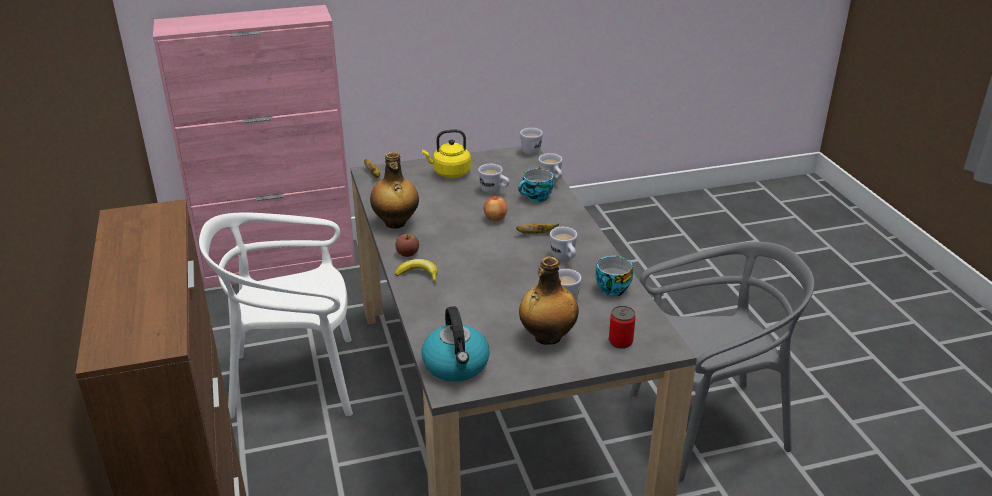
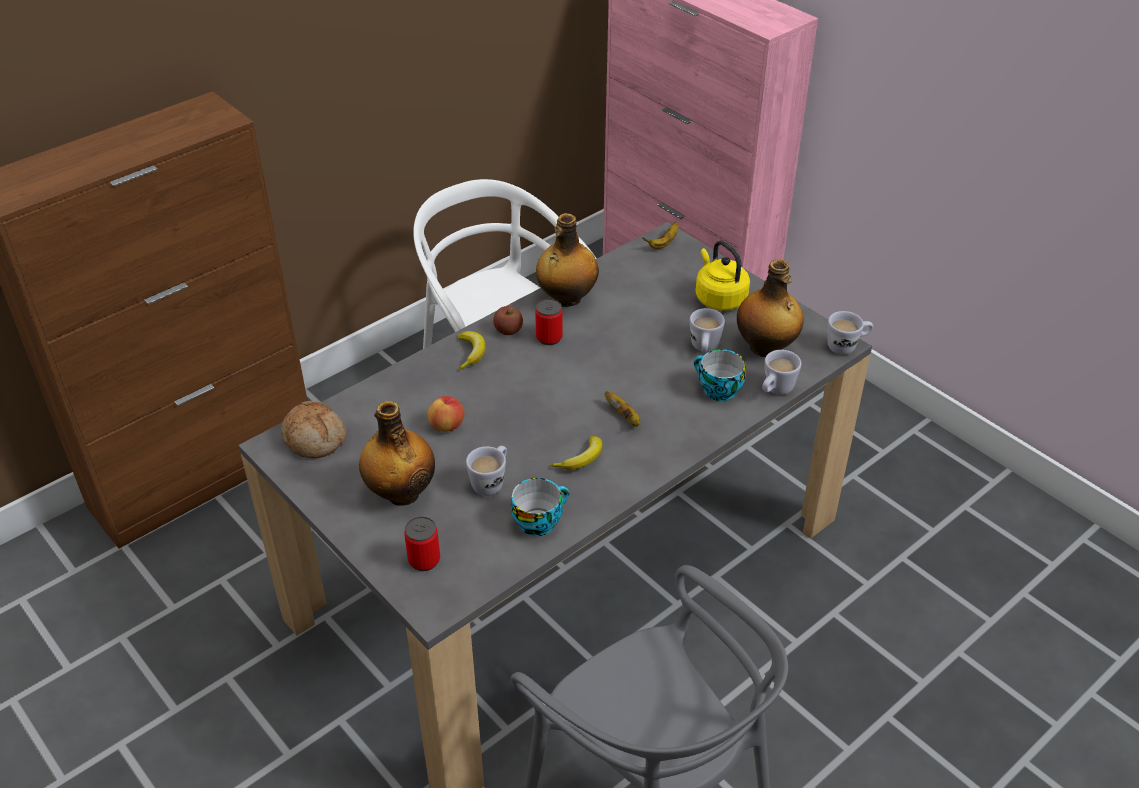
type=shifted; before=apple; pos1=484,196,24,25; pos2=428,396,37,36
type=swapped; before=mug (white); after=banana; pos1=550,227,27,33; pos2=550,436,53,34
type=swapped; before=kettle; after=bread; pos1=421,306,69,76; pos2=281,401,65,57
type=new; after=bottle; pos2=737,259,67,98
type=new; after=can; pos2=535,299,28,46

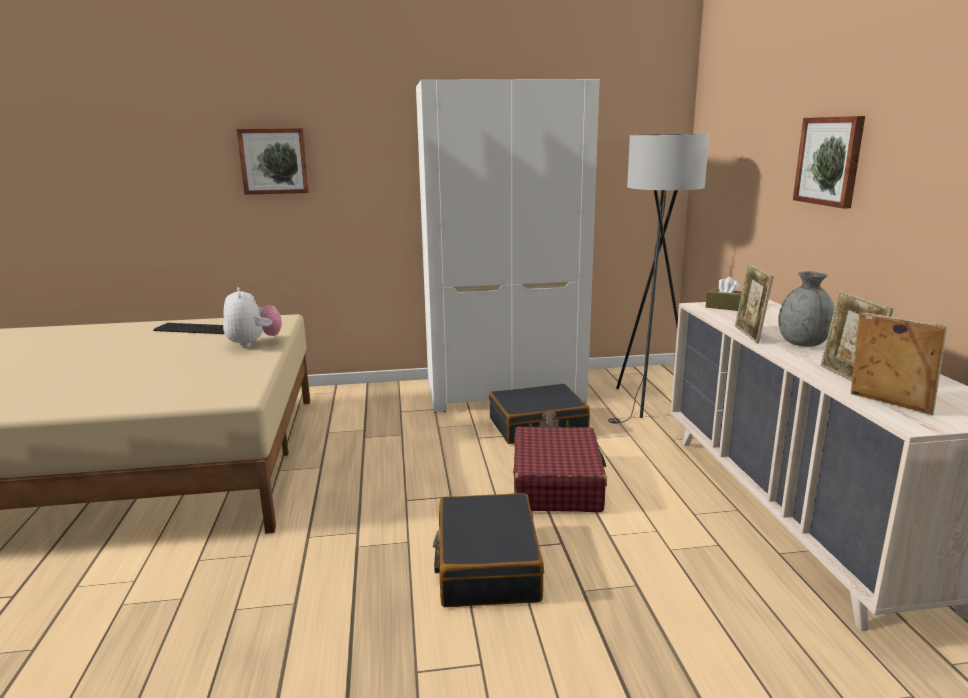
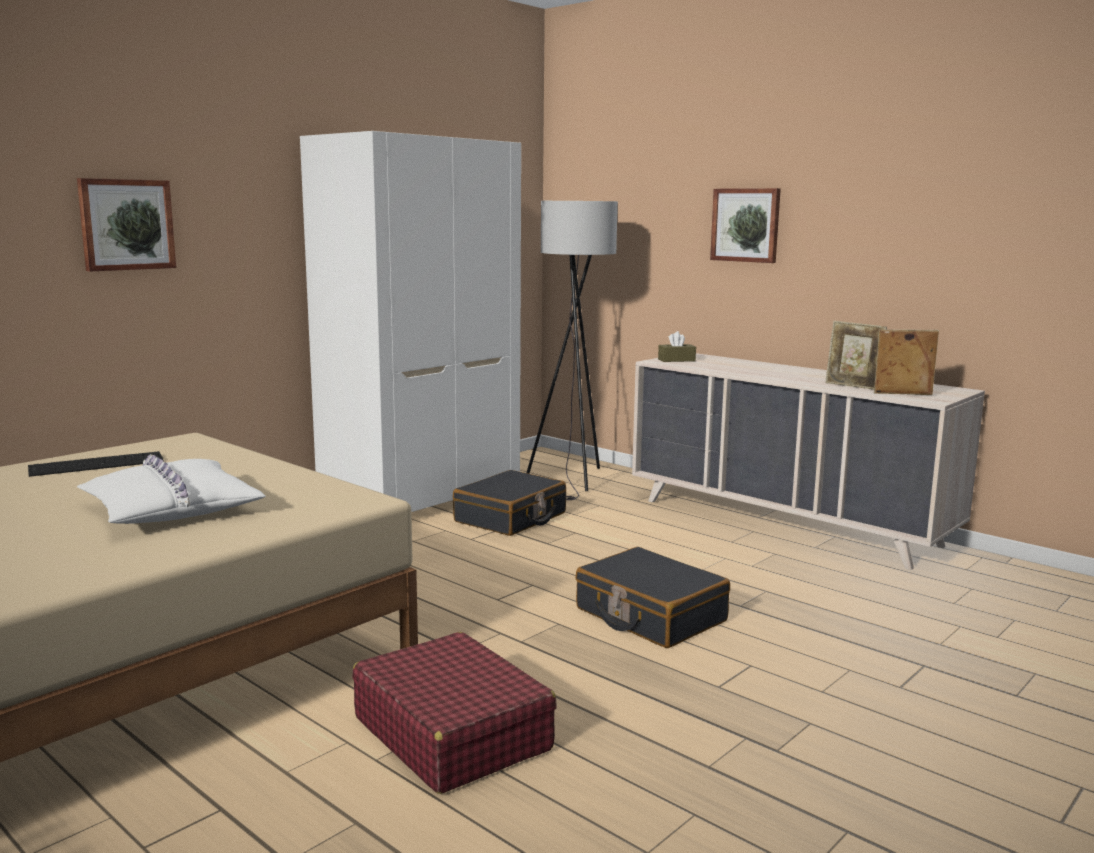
type=gone; before=picture frame; pos1=735,263,39,80
type=gone; before=vase (grey); pos1=778,271,57,76
type=gone; before=plush toy; pos1=223,287,59,61
type=shifted; before=suitcase (red); pos1=513,426,94,86; pos2=352,632,205,162
type=new; after=pillow (white); pos2=77,454,189,70

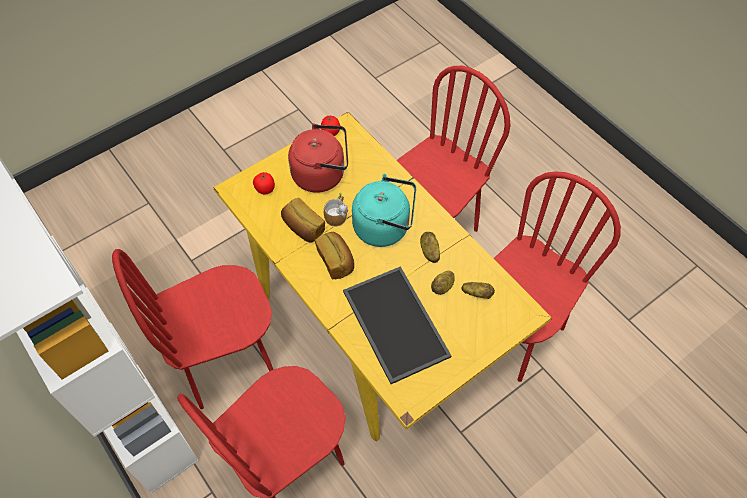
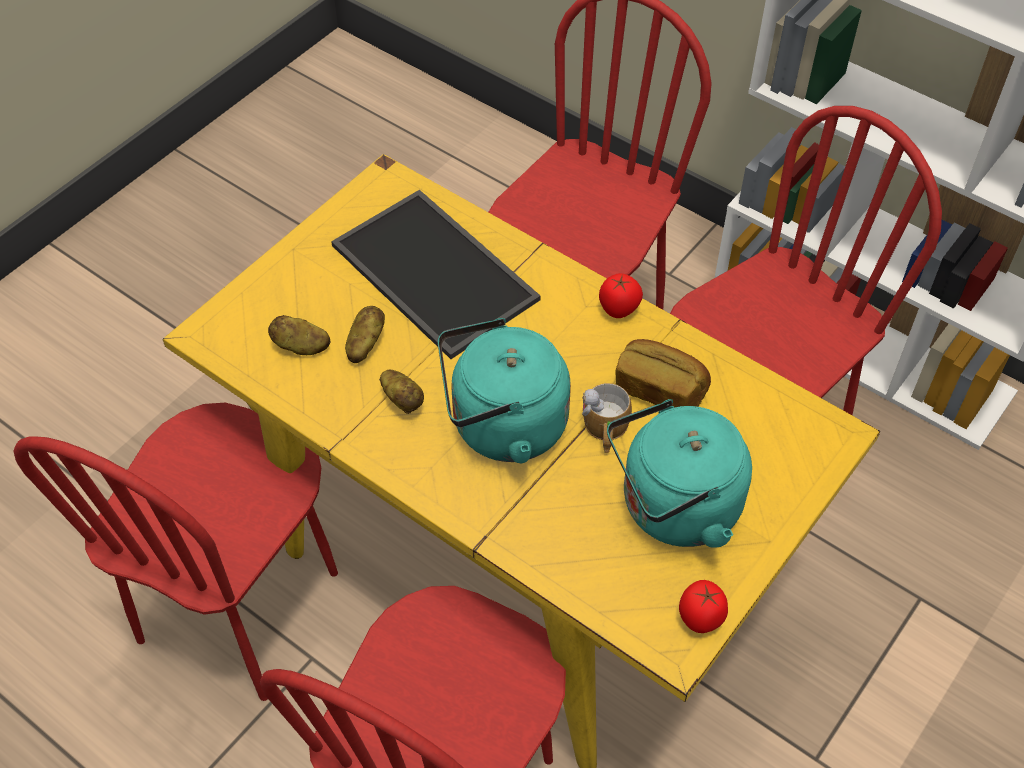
type=repainted; before=kettle (red); after=kettle (turquoise); pos1=288,123,60,70; pos2=607,399,145,149
type=shifted; before=tomato; pos1=253,172,22,23; pos2=599,273,44,45
type=gone; before=bread; pos1=315,232,39,47

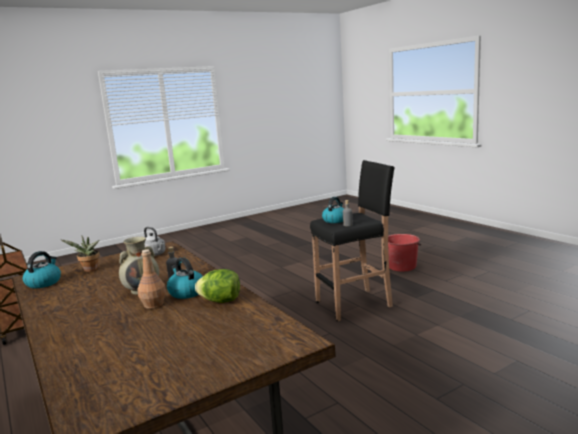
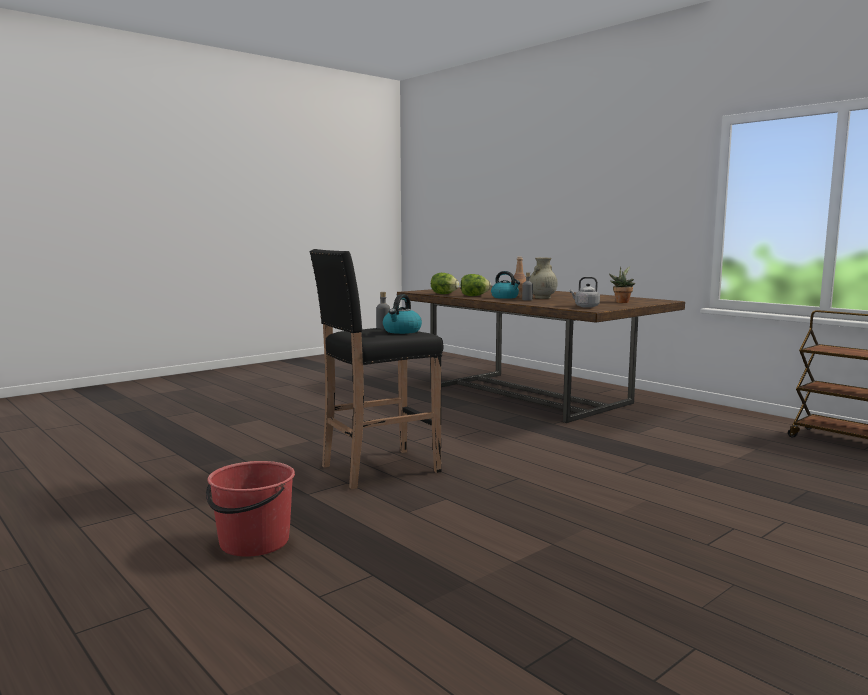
type=gone; before=kettle; pos1=23,251,38,37
type=new; after=lettuce; pos2=431,273,28,21

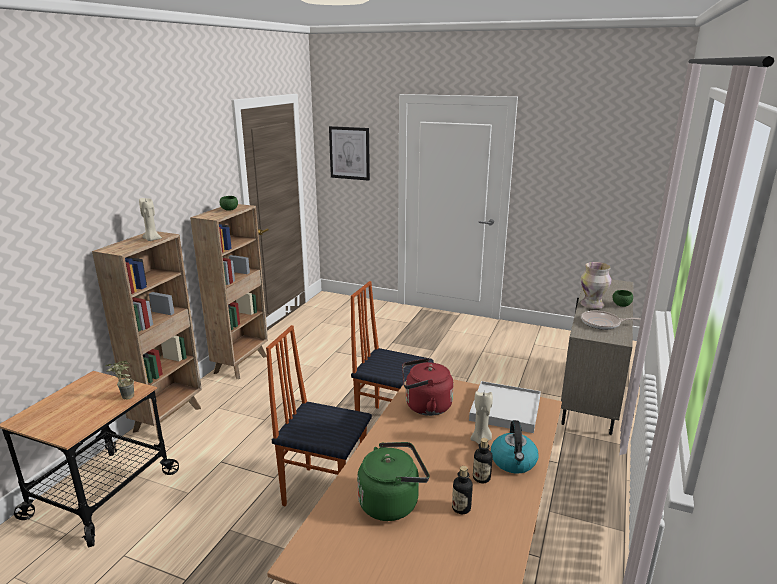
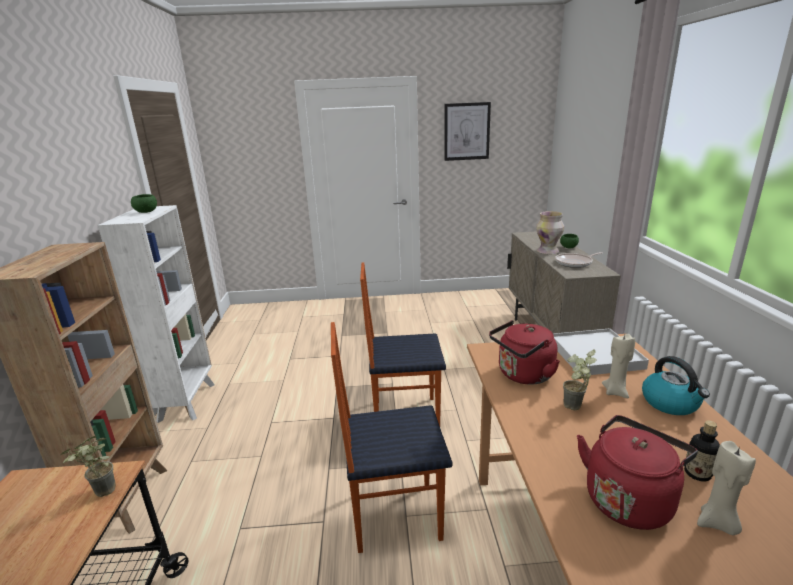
type=shifted; before=picture; pos1=329,126,41,55; pos2=444,102,47,59
type=shifted; before=candle (beige); pos1=139,198,23,43; pos2=697,441,59,94
type=repainted; before=bookcase (brown); after=bookcase (white); pos1=190,204,78,175; pos2=98,205,117,218
type=gone; before=bottle; pos1=473,438,20,45
type=repainted; before=kettle (green); after=kettle (red); pos1=357,442,72,79; pos2=577,415,121,115
type=new; after=potted plant; pos2=563,349,34,61

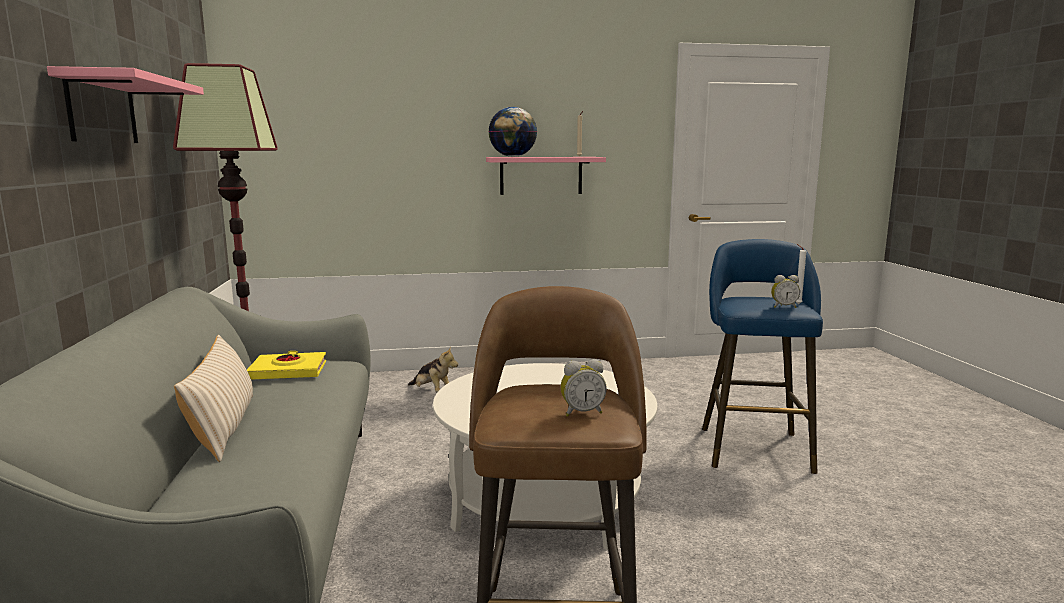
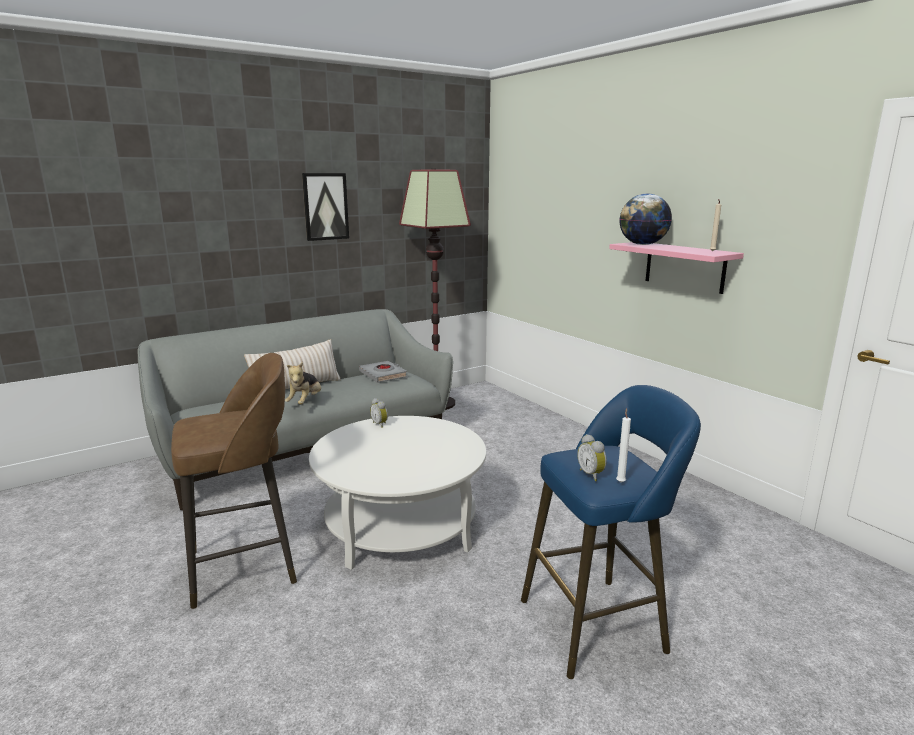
type=swapped; before=shelf (pink); after=picture; pos1=47,66,157,77; pos2=302,173,47,68
type=shifted; before=plush toy; pos1=408,346,50,46; pos2=285,362,36,43
type=repainted; before=book (yellow); after=book (grey); pos1=247,351,79,29; pos2=359,361,48,22
type=shifted; before=alarm clock; pos1=561,359,46,58; pos2=370,398,18,30

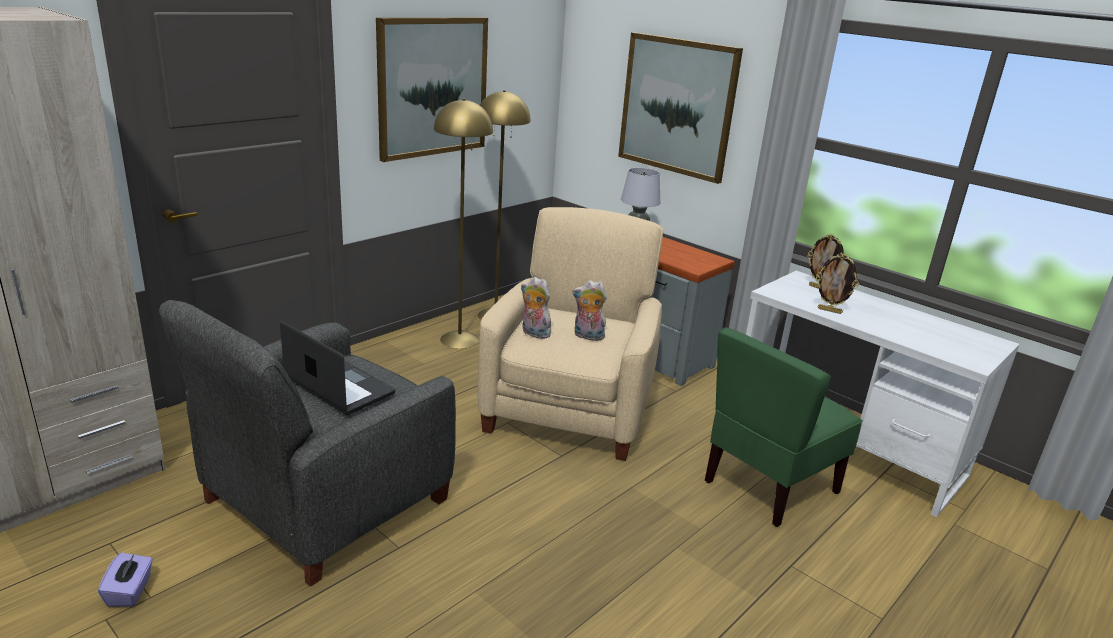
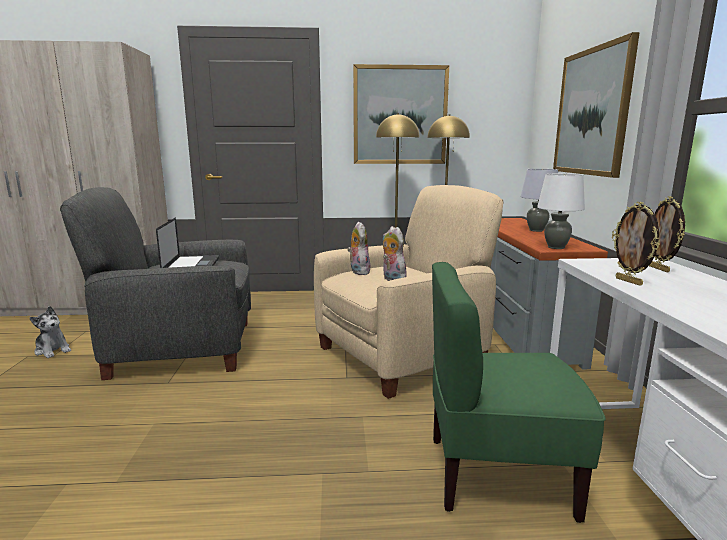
type=swapped; before=tissue box (purple); after=plush toy; pos1=98,553,55,54; pos2=30,306,41,52
type=new; after=table lamp (white); pos2=537,173,48,76

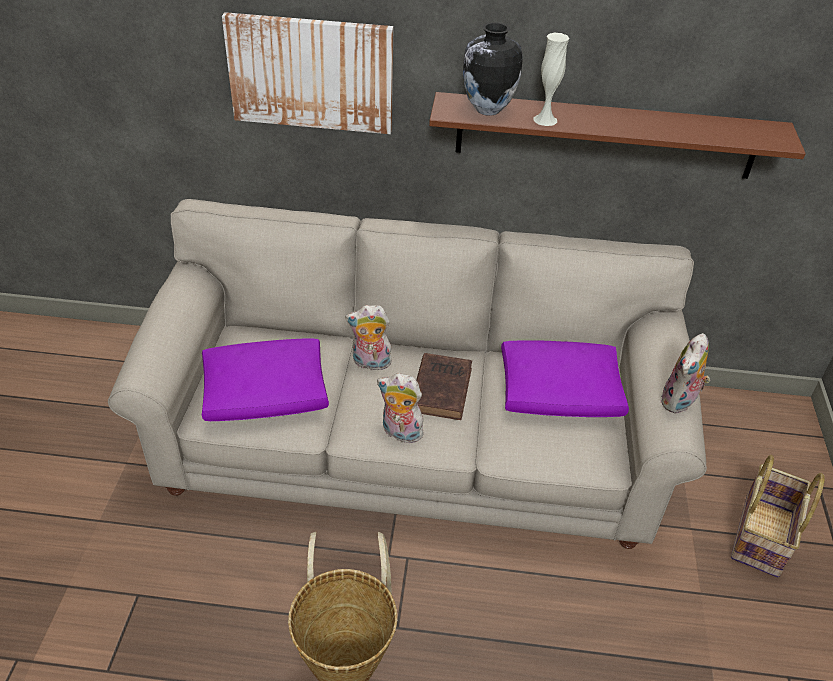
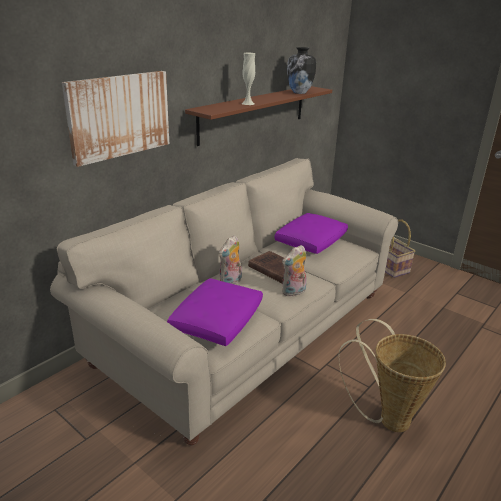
type=shifted; before=vase; pos1=463,22,60,94; pos2=287,47,29,47
type=gone; before=plush toy; pos1=660,333,50,81

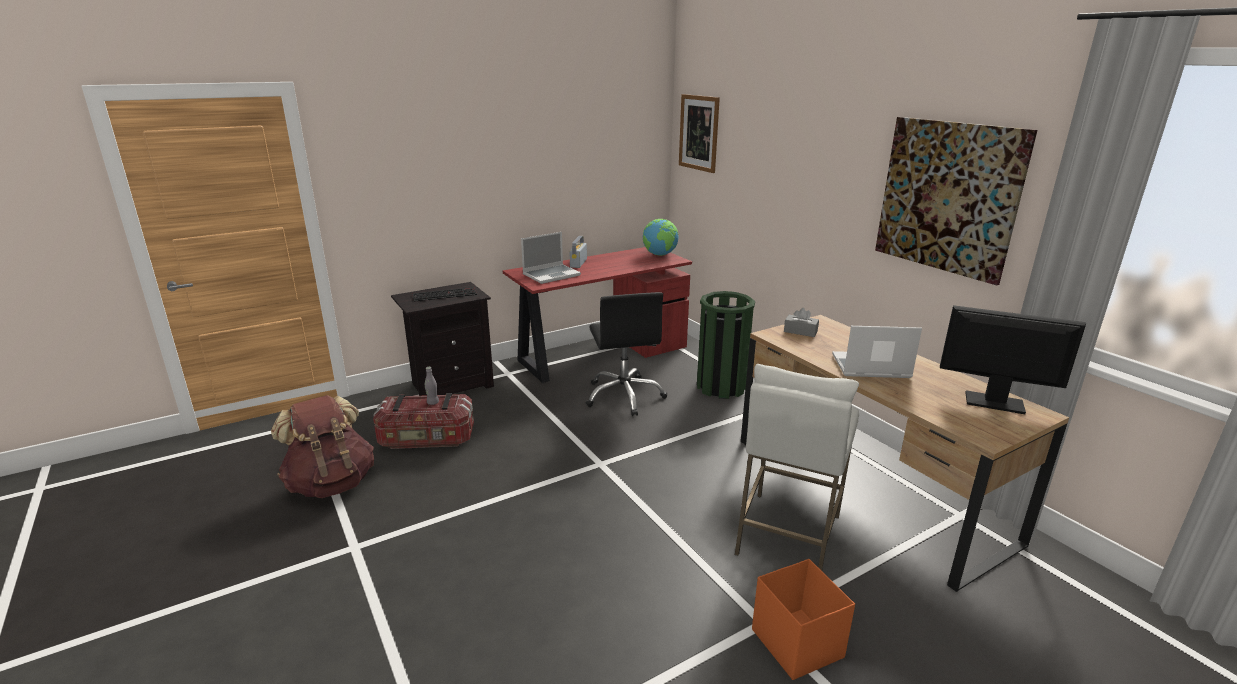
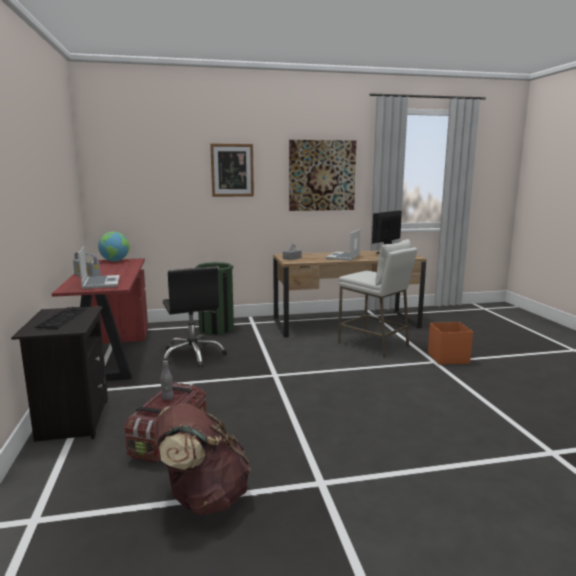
type=shifted; before=picture; pos1=679,94,41,79; pos2=210,144,44,53
type=rotated; before=office chair (black); pos1=586,292,81,124; pos2=161,267,66,100; turn=60

